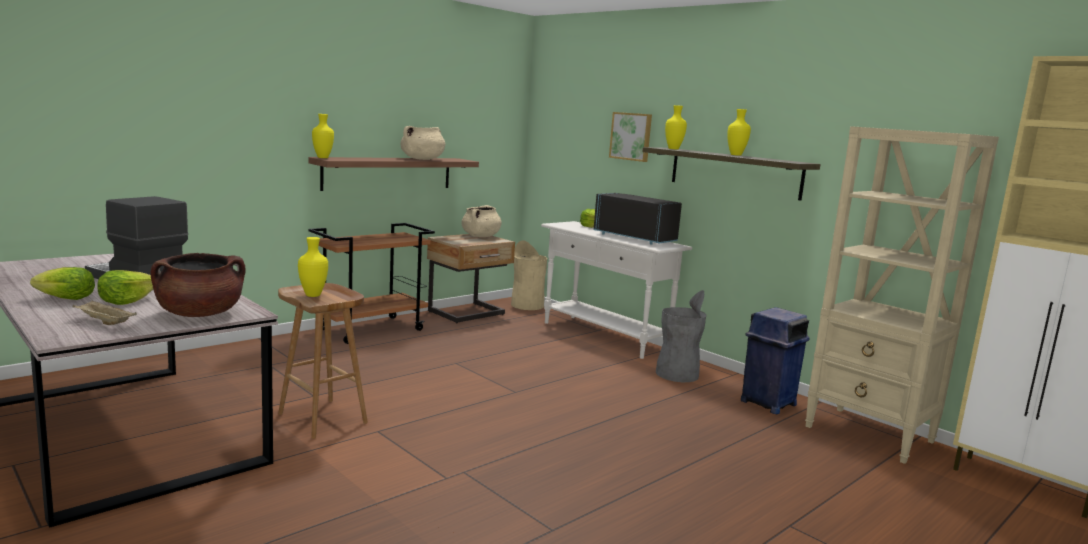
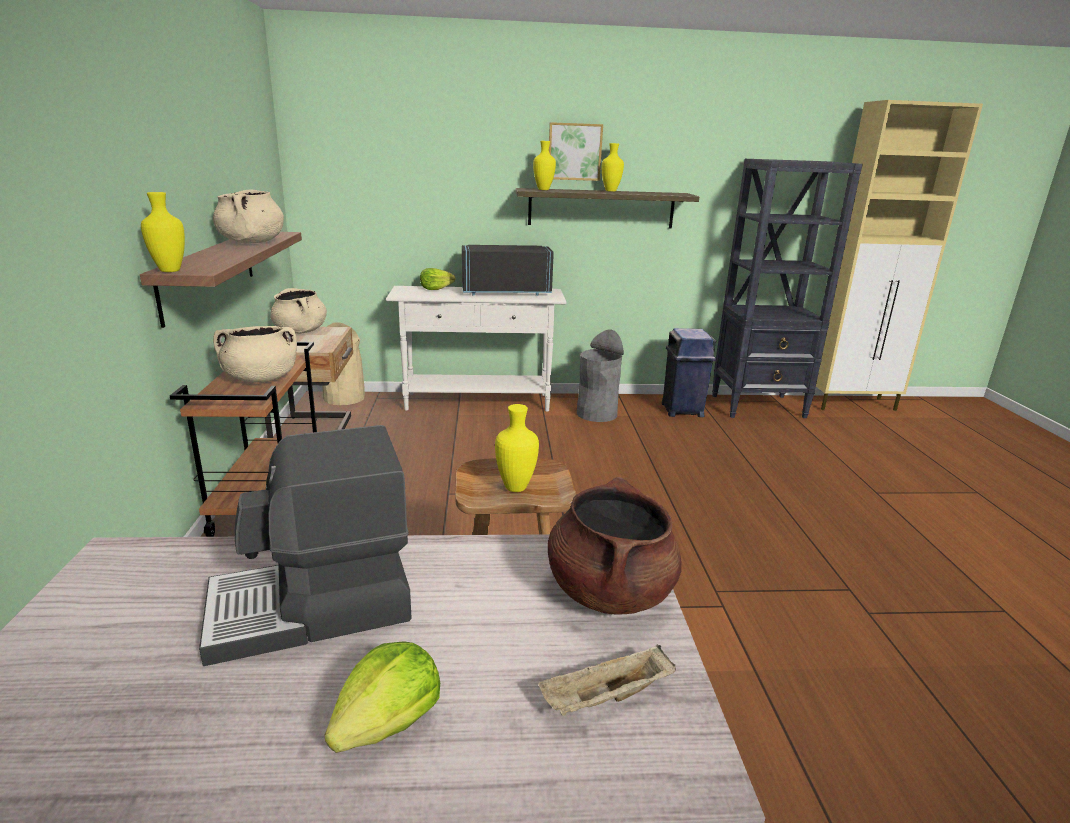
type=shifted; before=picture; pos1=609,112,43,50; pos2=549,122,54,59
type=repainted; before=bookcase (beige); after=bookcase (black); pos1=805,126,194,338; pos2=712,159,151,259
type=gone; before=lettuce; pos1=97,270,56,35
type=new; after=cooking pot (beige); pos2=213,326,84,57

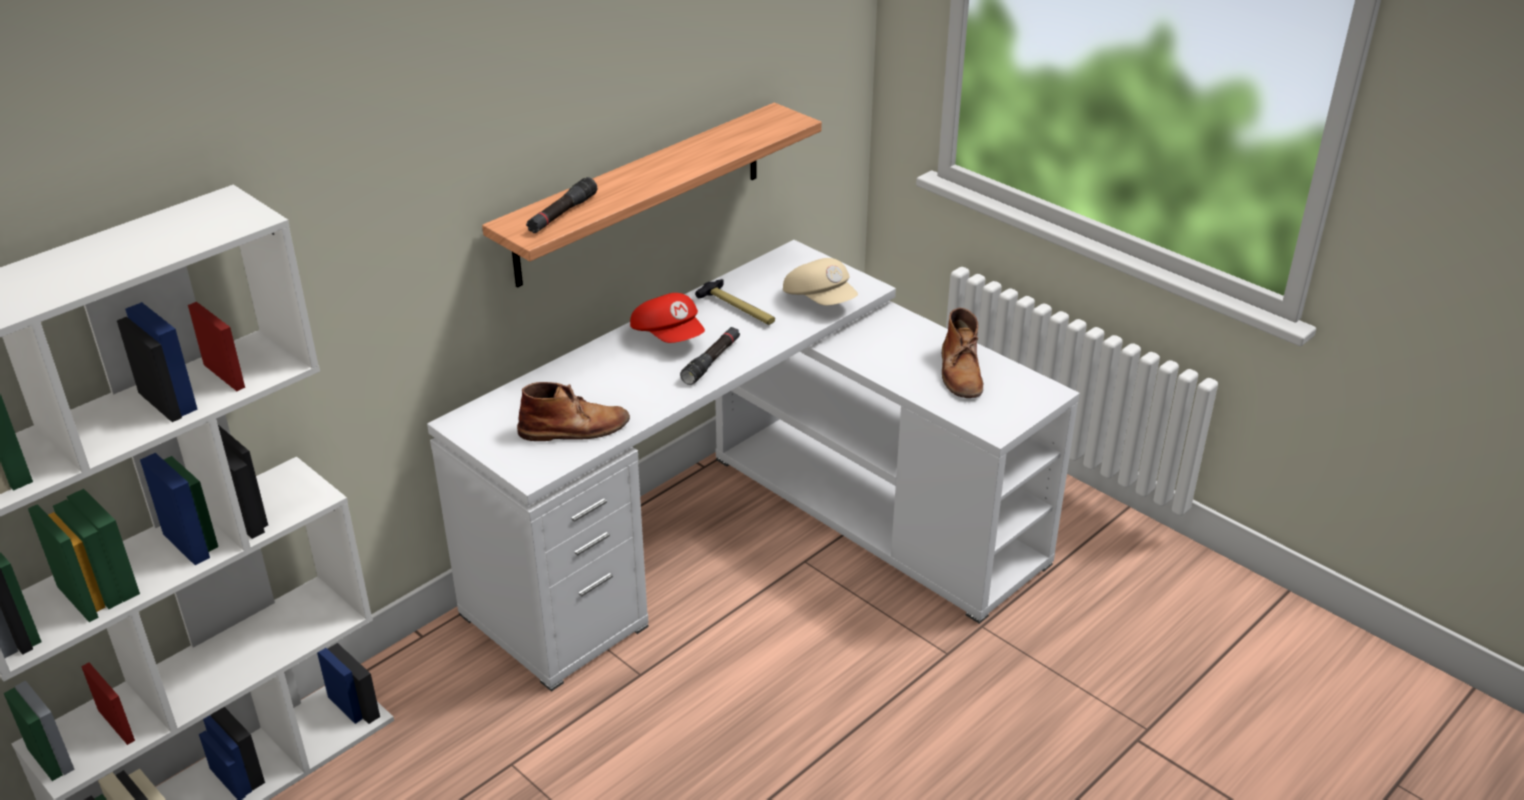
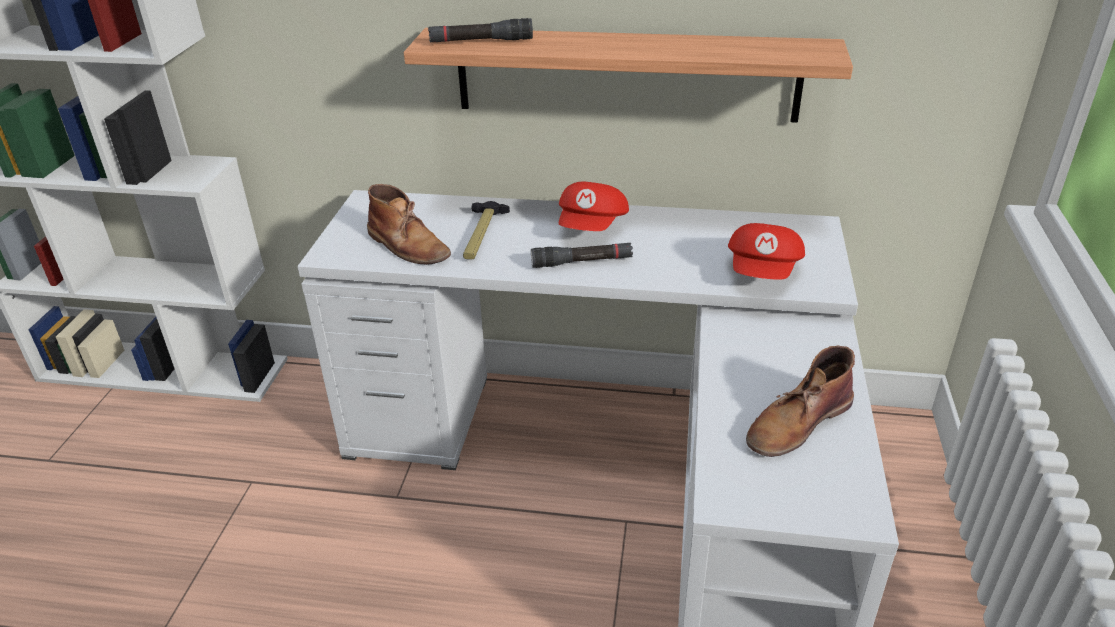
type=repainted; before=cap (beige); after=cap (red); pos1=783,258,75,47; pos2=728,223,77,57
type=shifted; before=hammer; pos1=695,279,80,46; pos2=463,201,47,59

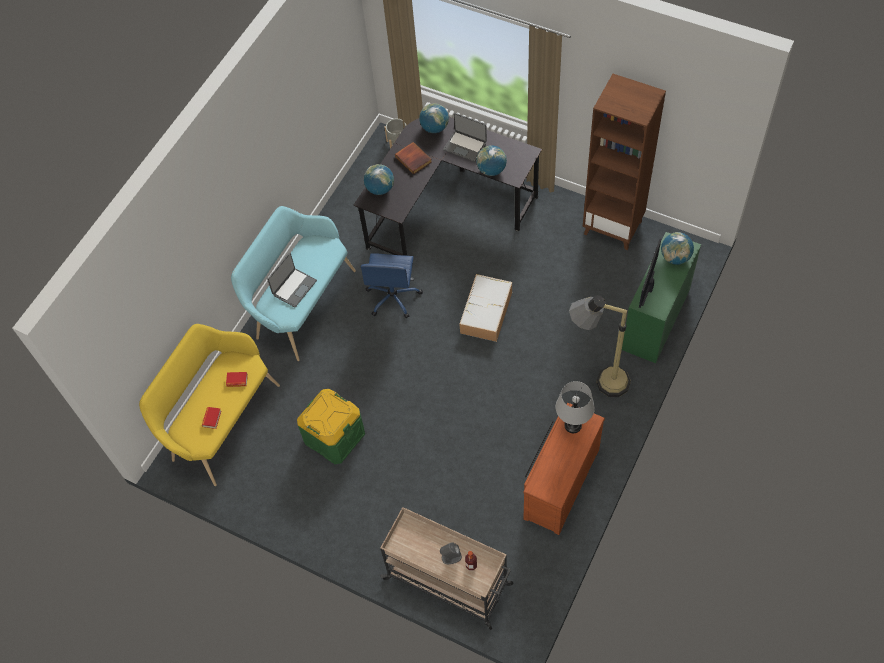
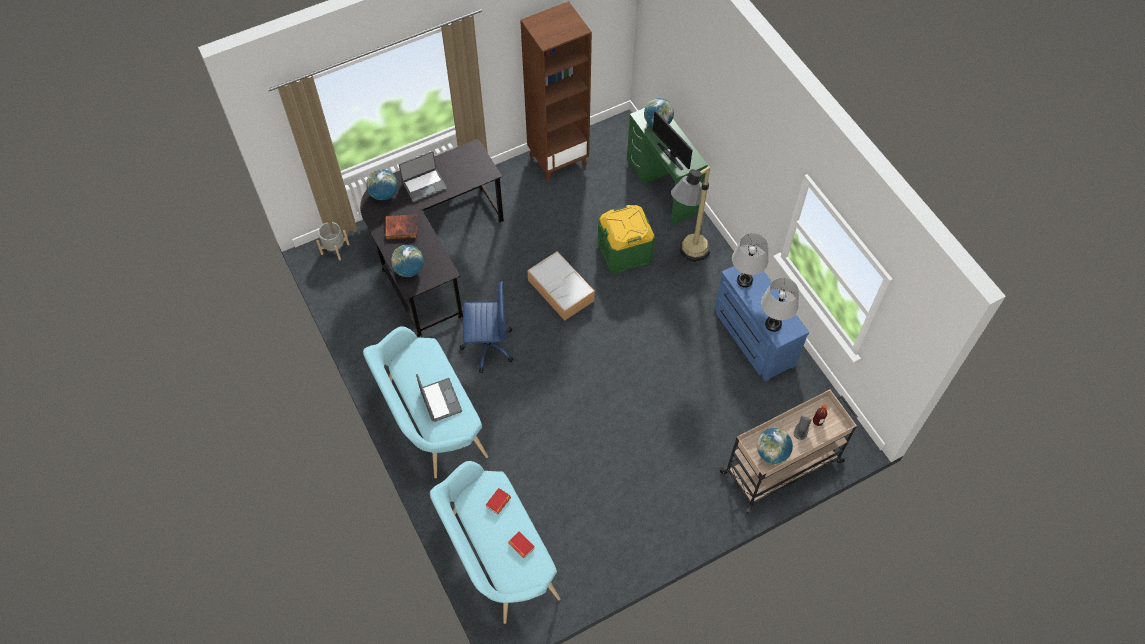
type=shifted; before=globe; pos1=476,145,31,31; pos2=757,428,36,36
type=rotated; before=office chair (blue); pos1=361,253,62,65; pos2=460,281,53,92; turn=-45
type=repainted; before=bench (yellow); after=bench (turquoise); pos1=139,324,141,162; pos2=430,461,131,163
type=shifted; before=storage box (green); pos1=297,389,68,75; pos2=598,205,57,69
type=repainted; before=dresser (brown); after=dresser (blue); pos1=524,403,81,132; pos2=714,266,95,115
type=new; after=table lamp (grey); pos2=761,278,38,54

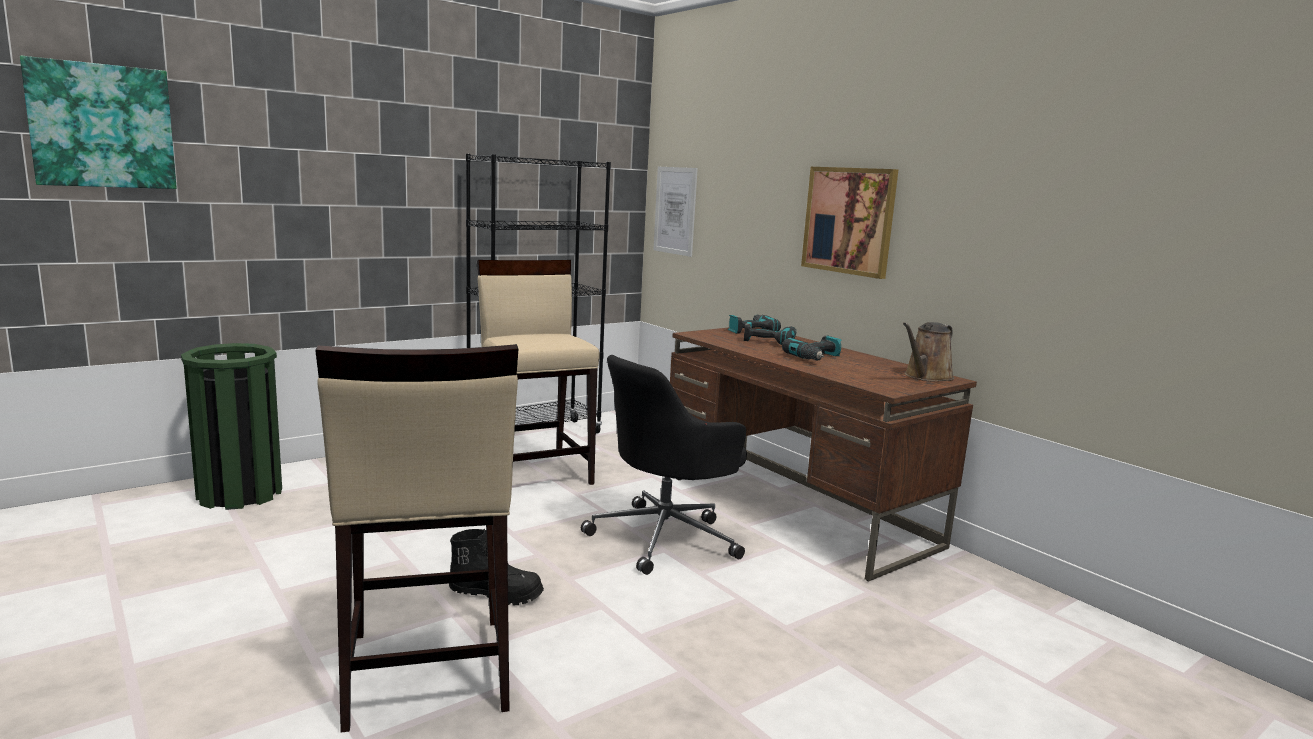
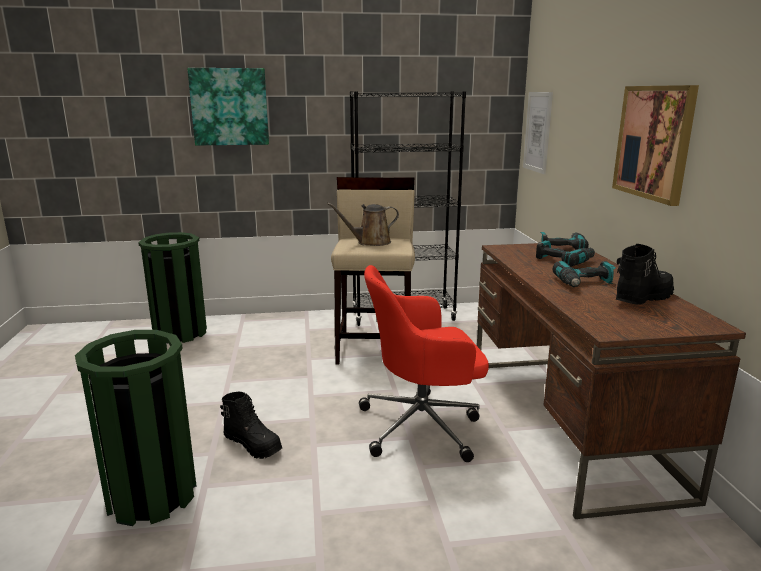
type=shifted; before=picture; pos1=20,56,157,133; pos2=187,68,82,77
type=shifted; before=watering can (brown); pos1=903,322,51,60; pos2=327,203,72,43
type=swapped; before=stool (beige); after=trash can (green); pos1=315,344,203,389; pos2=75,330,122,196
type=repainted; before=office chair (black); after=office chair (red); pos1=581,355,166,220; pos2=359,265,130,197
type=new; after=boot (black); pos2=616,244,58,61

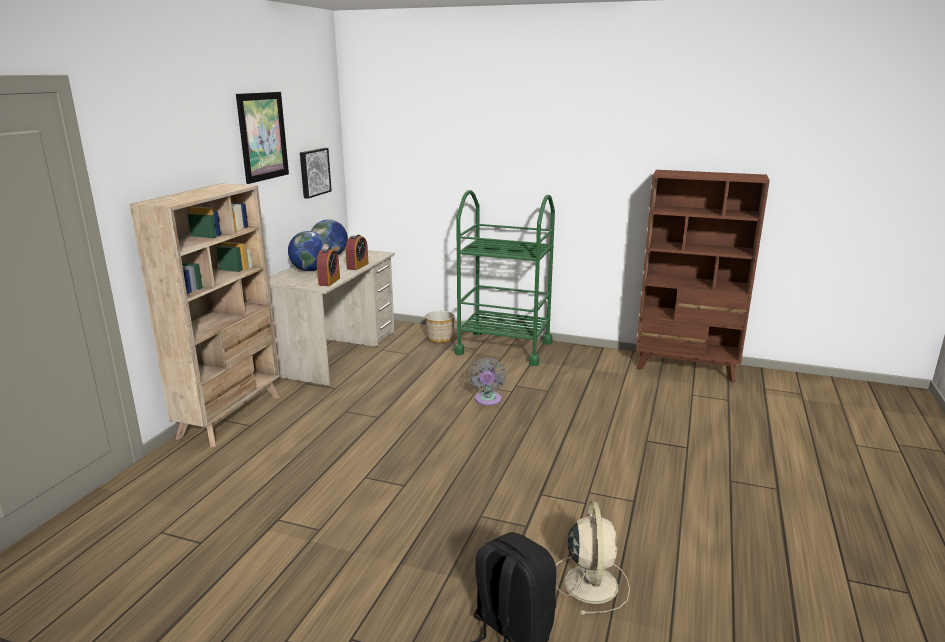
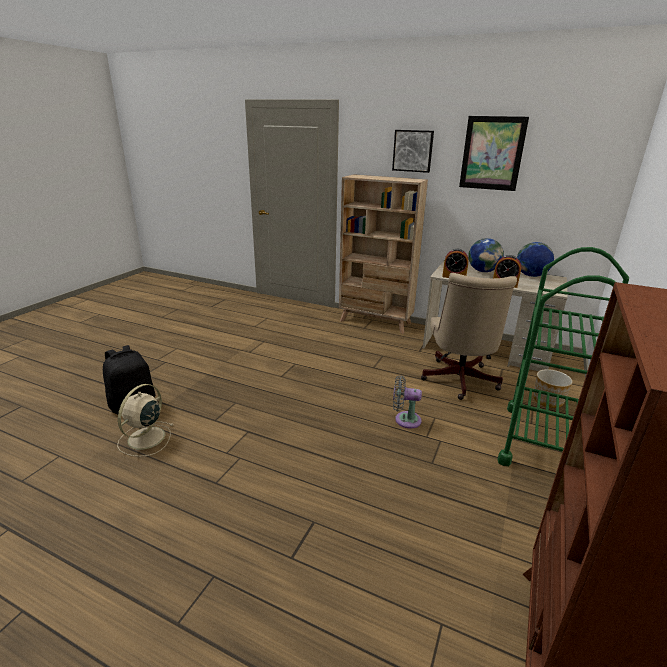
type=shifted; before=picture; pos1=300,148,32,51; pos2=392,130,42,43
type=rotated; before=fan (beige); pos1=556,501,74,114; pos2=117,384,56,73; turn=105
type=new; after=office chair (beige); pos2=421,273,96,127

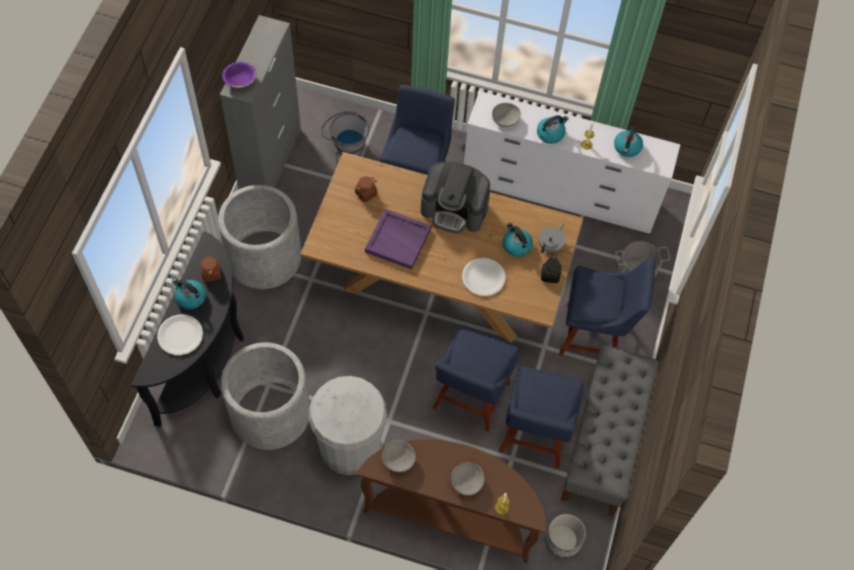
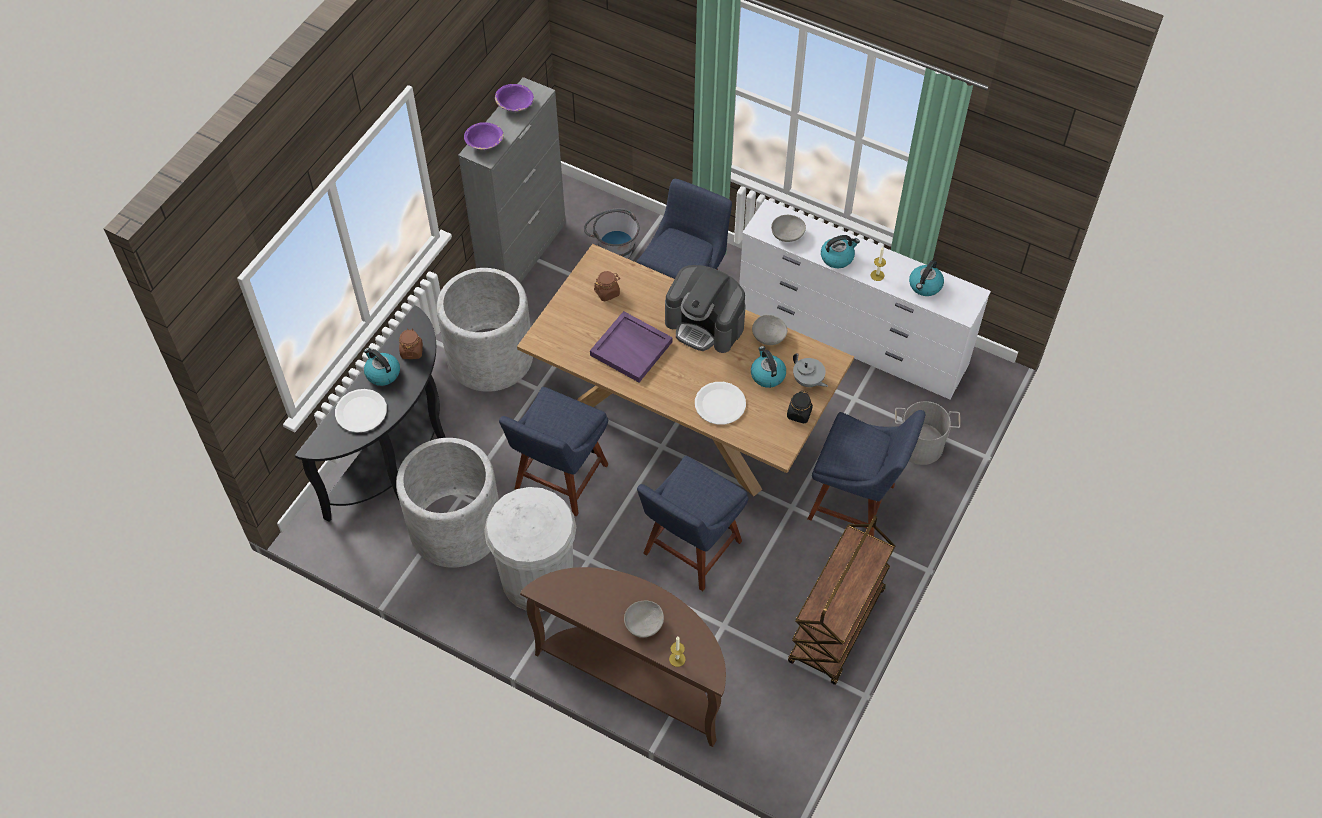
type=rotated; before=teapot (grey); pos1=539,224,27,29; pos2=793,353,35,34; turn=90
type=swapped; before=bench (grey); after=cart (brown); pos1=561,345,98,171; pos2=788,515,107,170
type=shifted; before=chair (blue); pos1=499,366,85,102; pos2=499,387,109,130
type=shifted; before=bowl (grey); pos1=382,440,34,32; pos2=752,315,35,30
type=gone; before=planter; pos1=545,514,41,44
type=new; after=bowl (purple); pos2=495,84,39,28

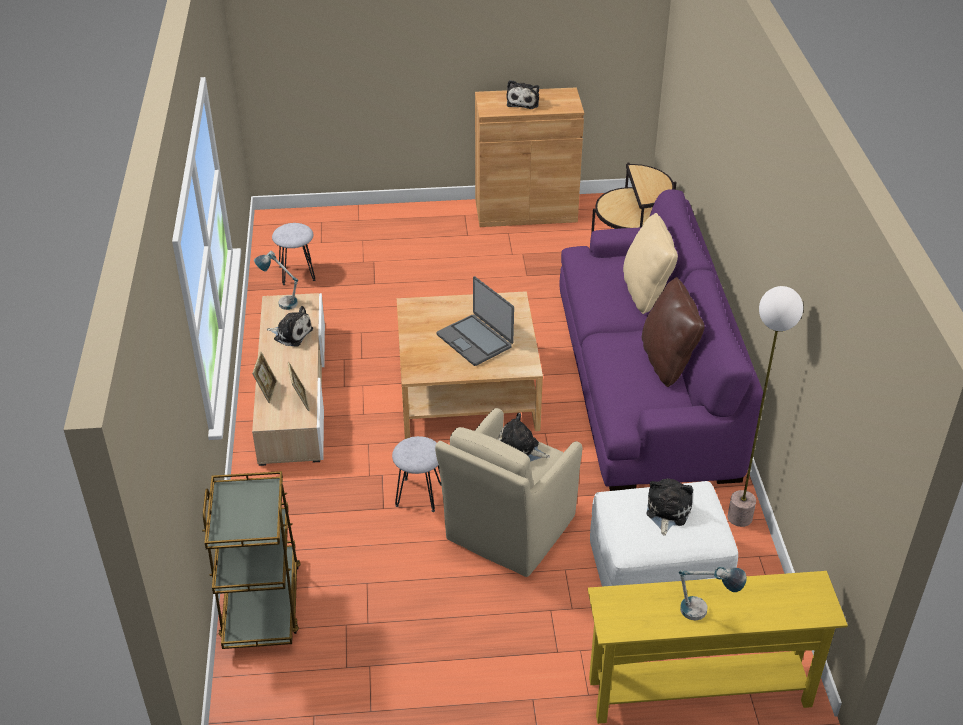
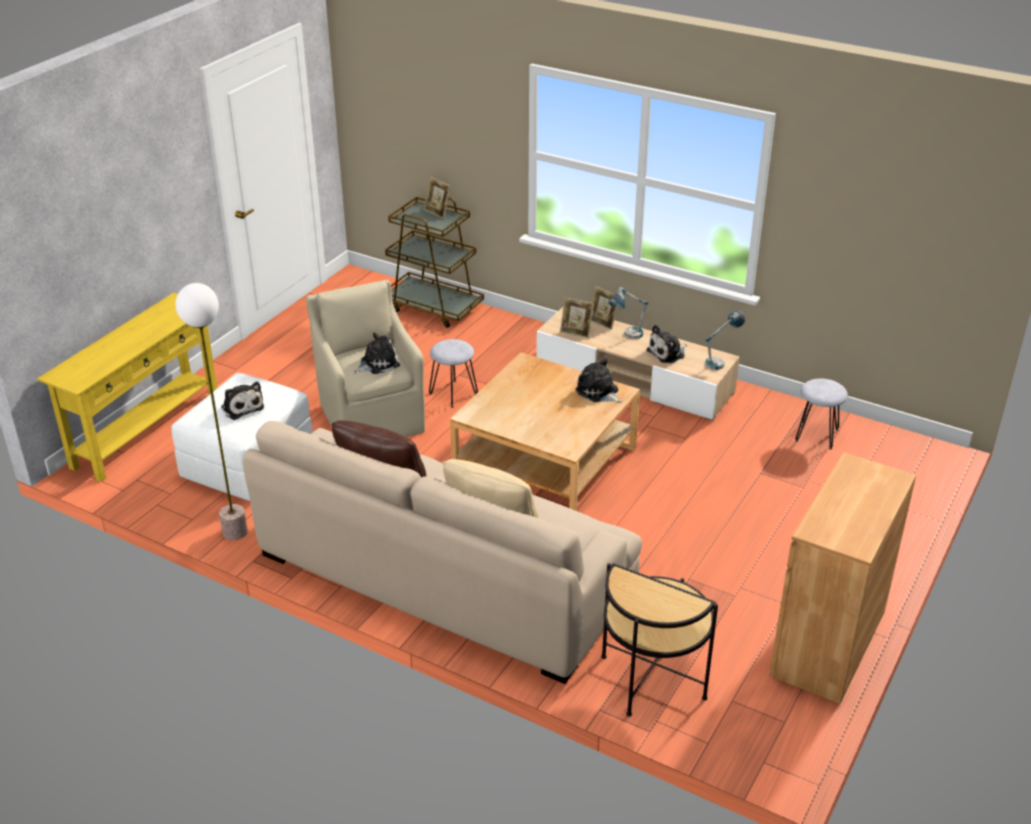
type=shifted; before=plush toy; pos1=506,80,33,29; pos2=576,358,46,45
type=repainted; before=sofa (purple); after=sofa (beige); pos1=560,189,203,302; pos2=243,421,399,263
type=gone; before=laptop; pos1=437,276,77,90
type=shifted; before=table lamp; pos1=679,567,68,54; pos2=608,287,40,52
type=new; after=picture frame; pos2=424,177,27,42

